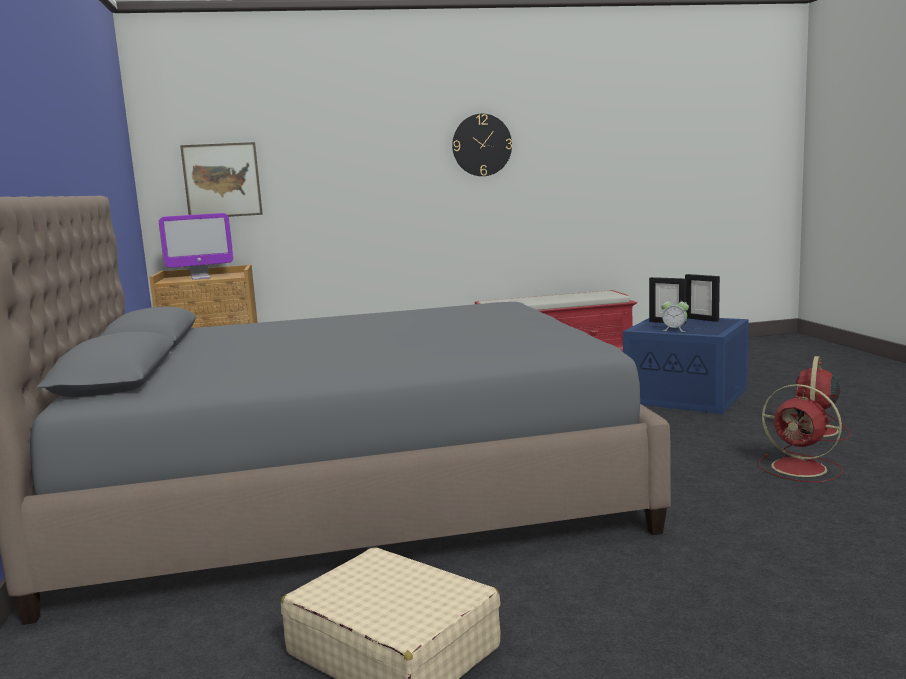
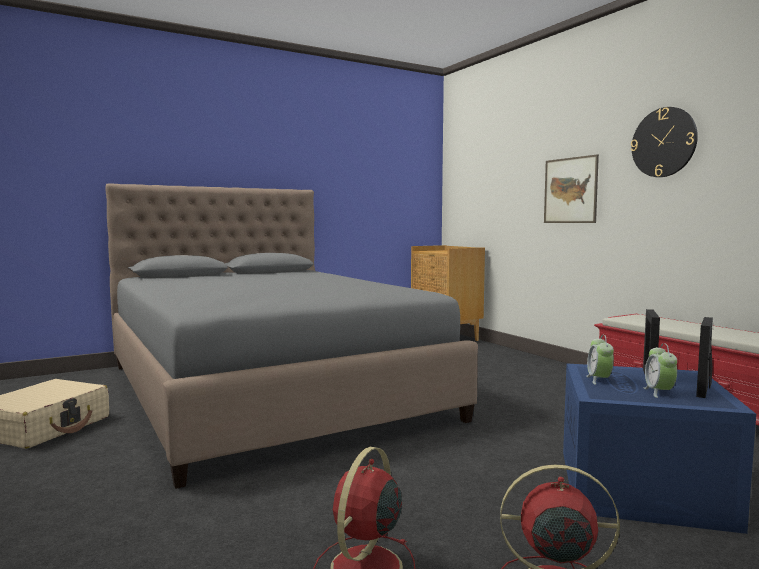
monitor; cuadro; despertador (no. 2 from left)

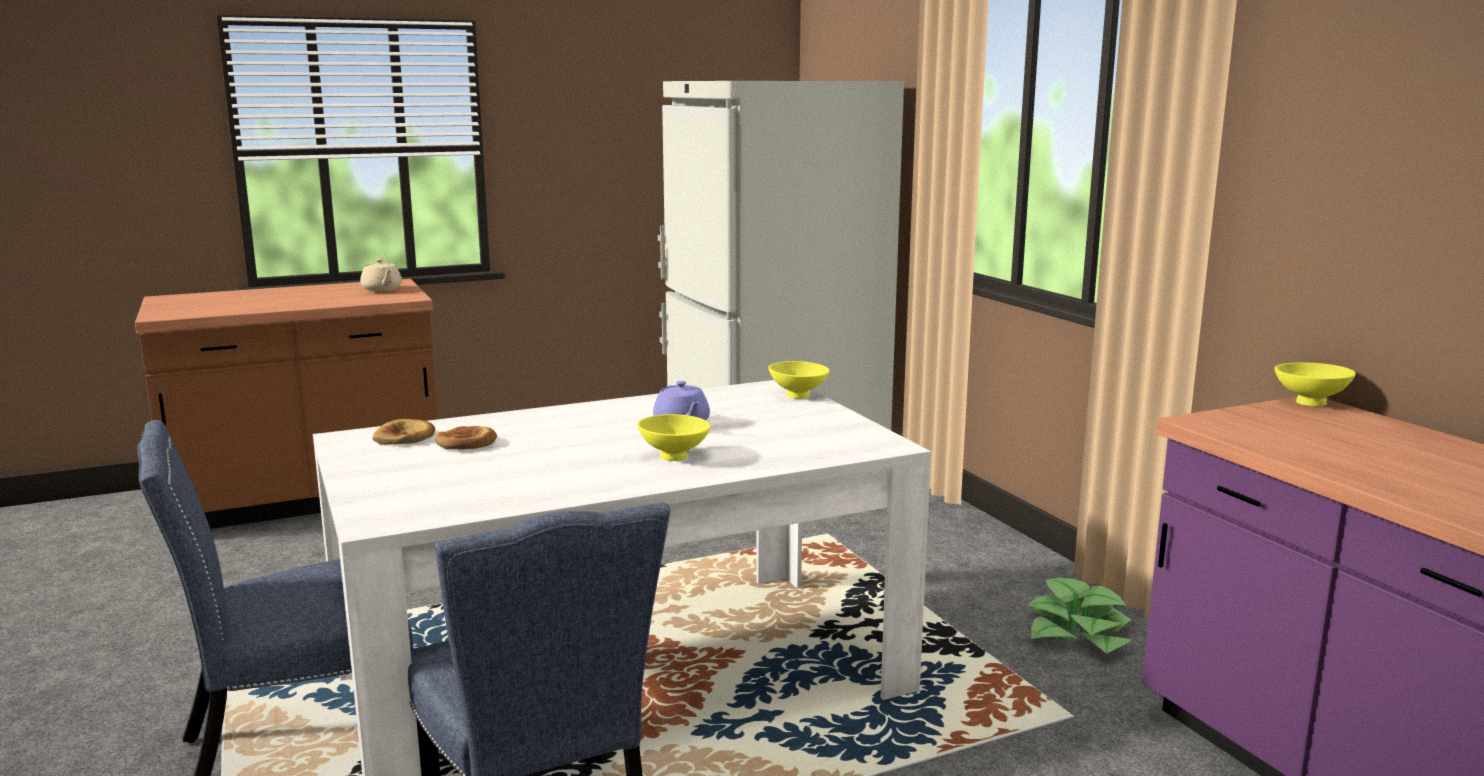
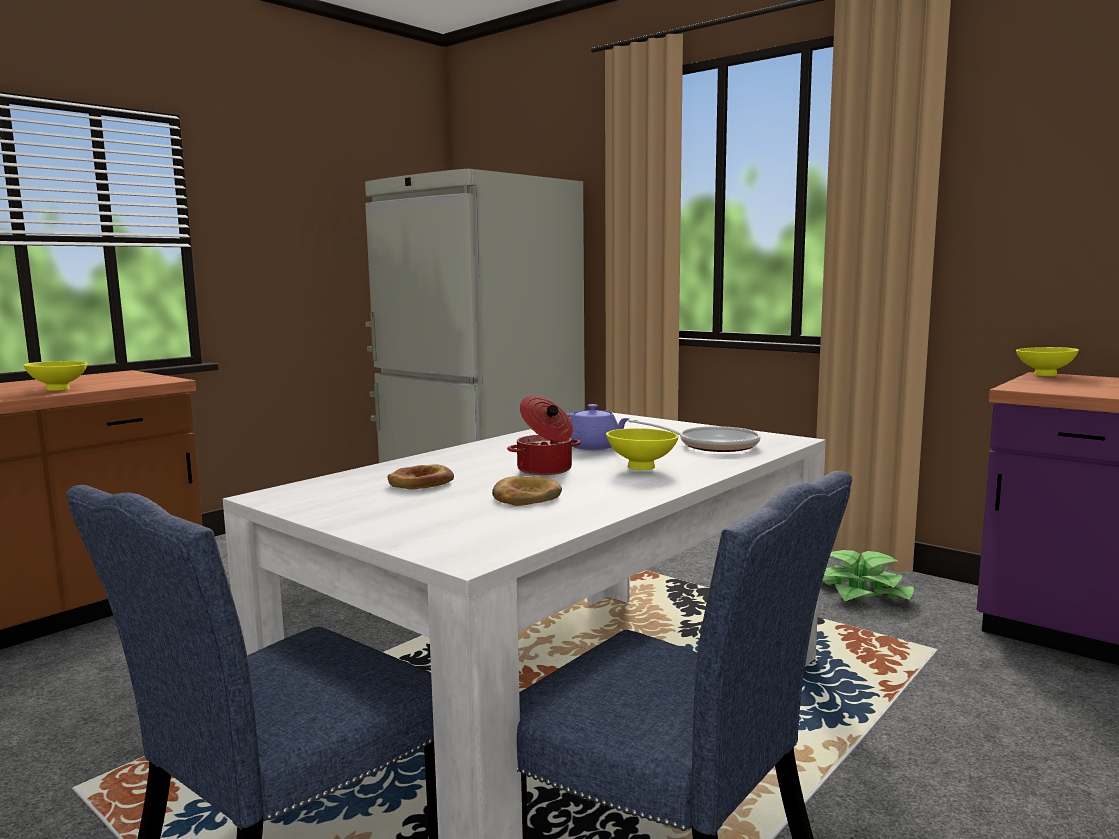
tetera (beis); pan (no. 2 from left); cuenco (amarillo) (no. 1 from left); olla; sartén

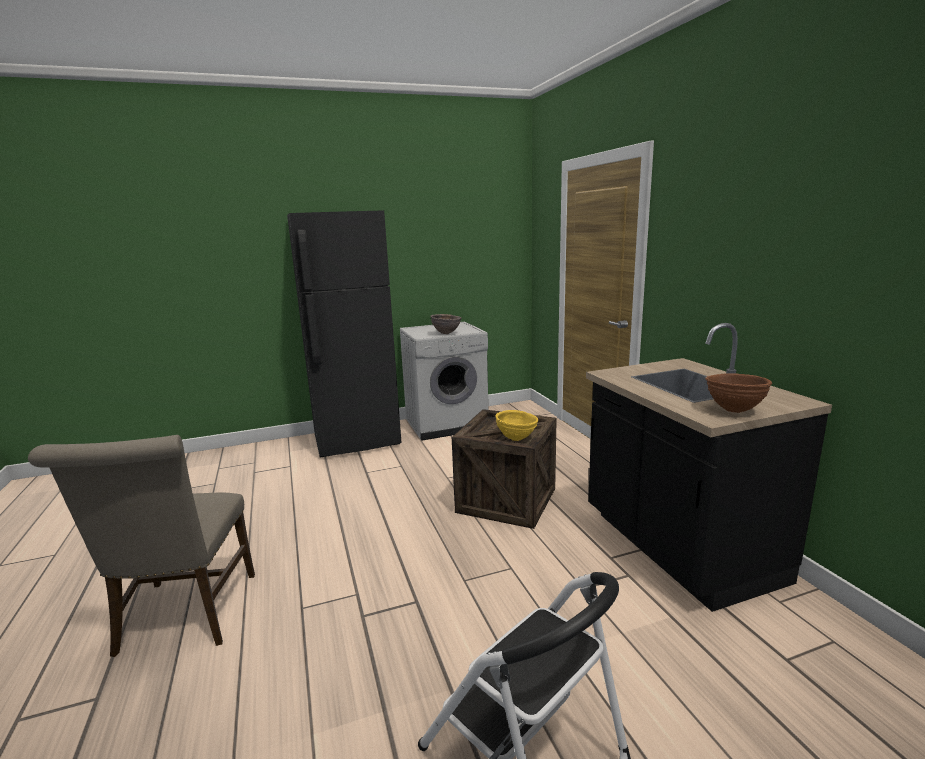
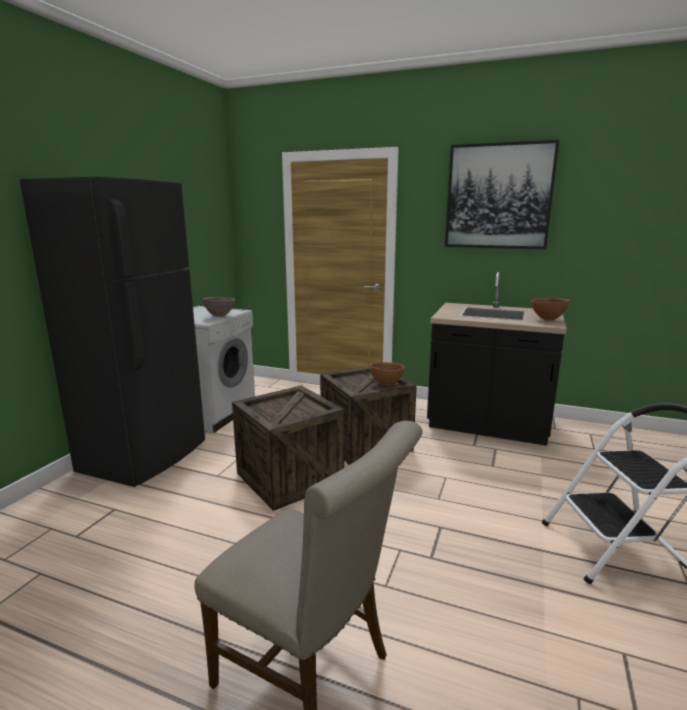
cuenco (marrón) (no. 2 from left); caja de embalaje (no. 1 from left); cuadro

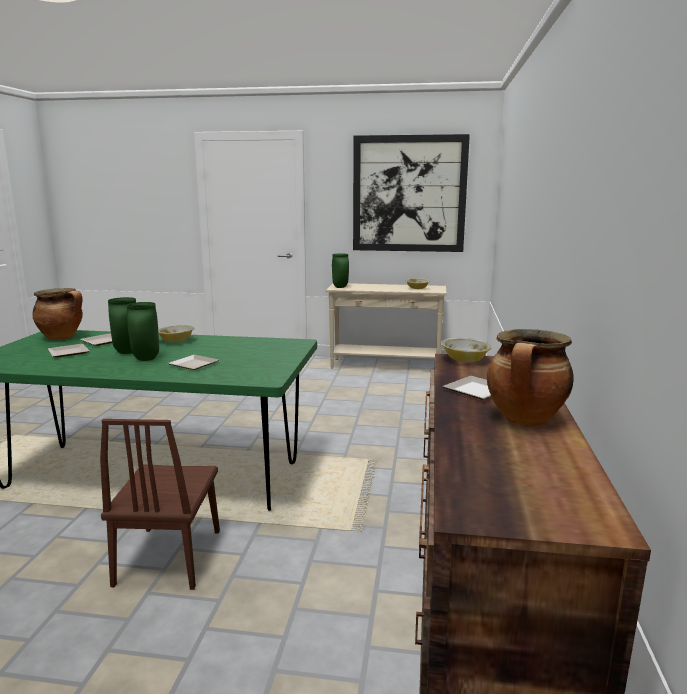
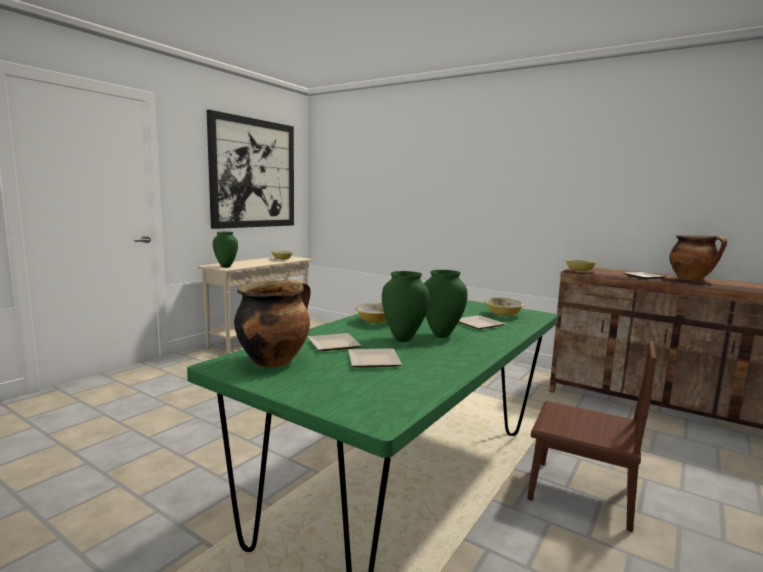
cuenco (no. 3 from left)

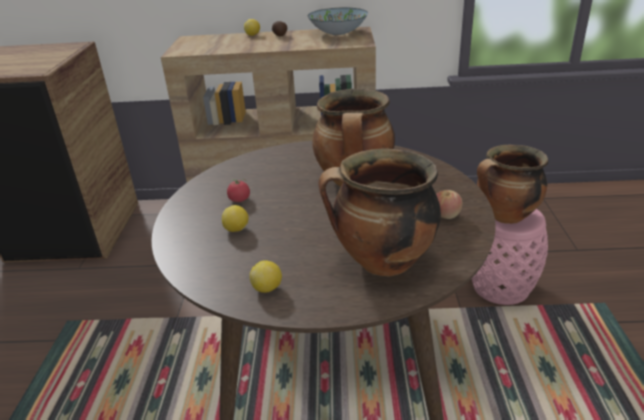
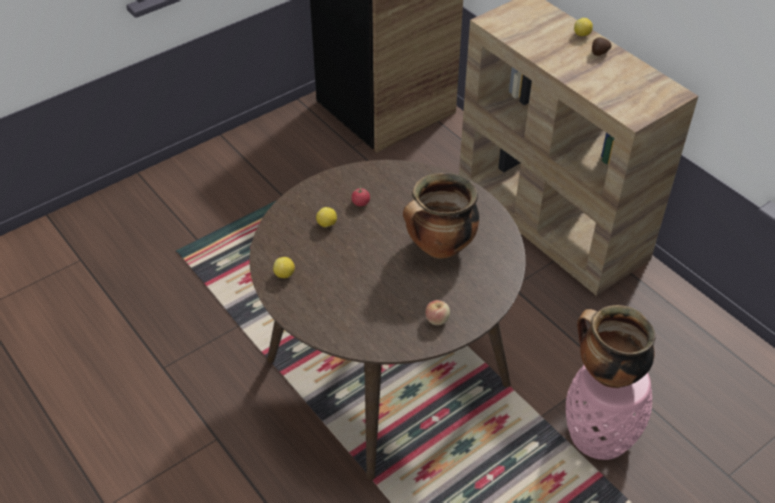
cuenco; olla (no. 2 from left in the first image)

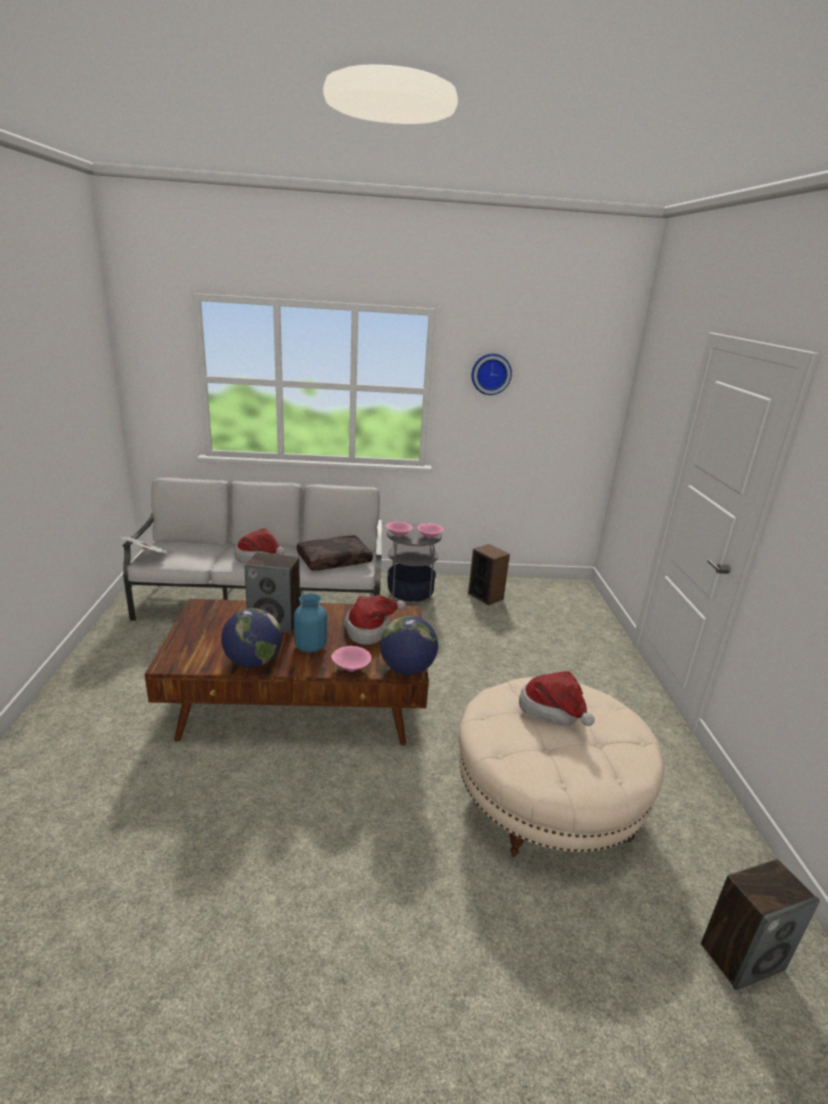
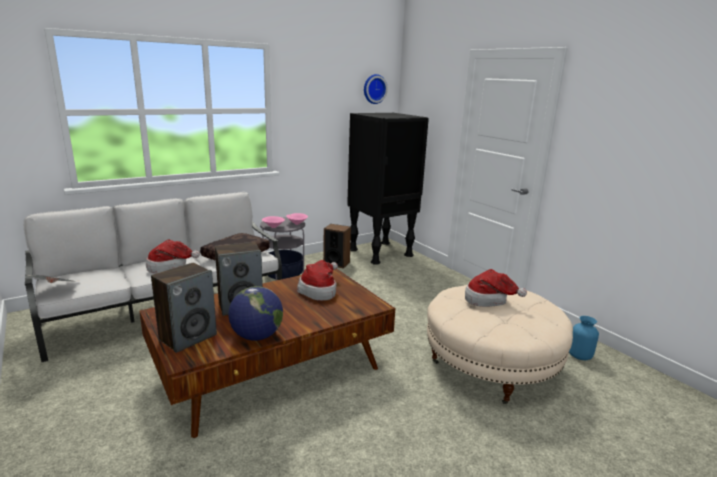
florero (azul); cuenco (rosa) (no. 1 from left in the first image); globo terráqueo (no. 2 from left in the first image); reloj de pared; altavoz (no. 1 from left); armario (negro)

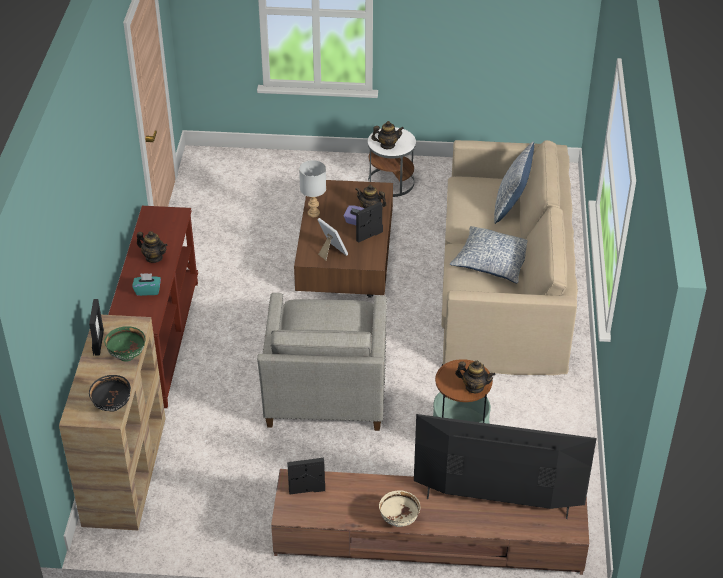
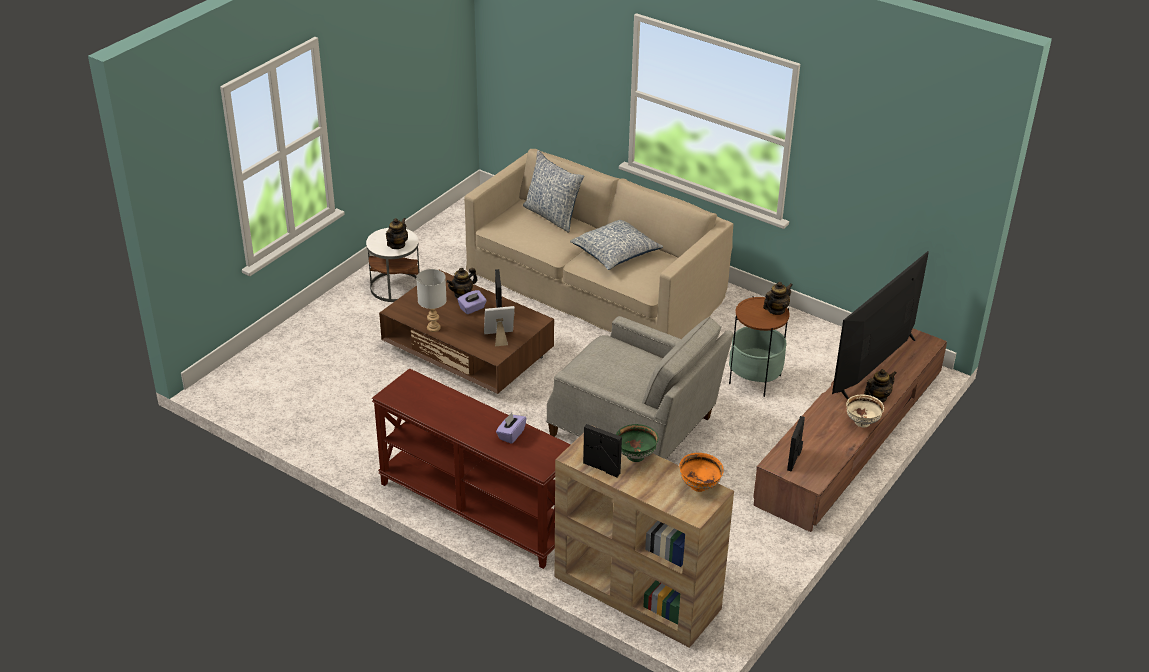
cuenco (naranja); caja de pañuelos (morado) (no. 2 from left); tetera (no. 4 from left)

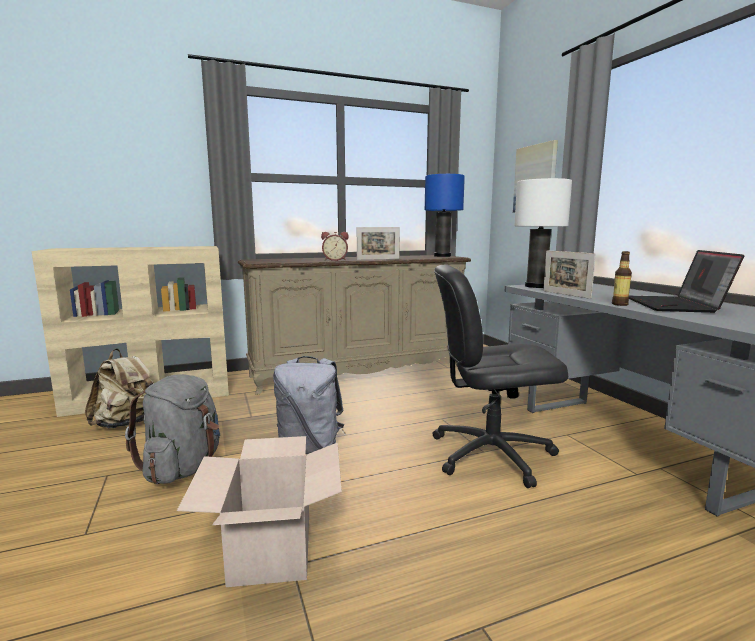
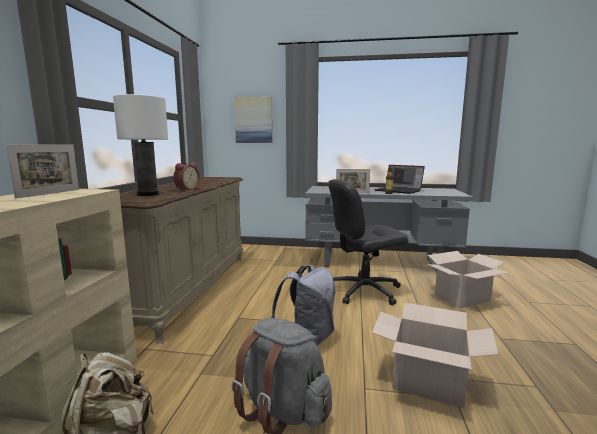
portarretratos (no. 1 from left); lámpara de mesa (azul); silla de oficina (negro); lámpara de mesa (blanco); caja de cartón (no. 2 from left)

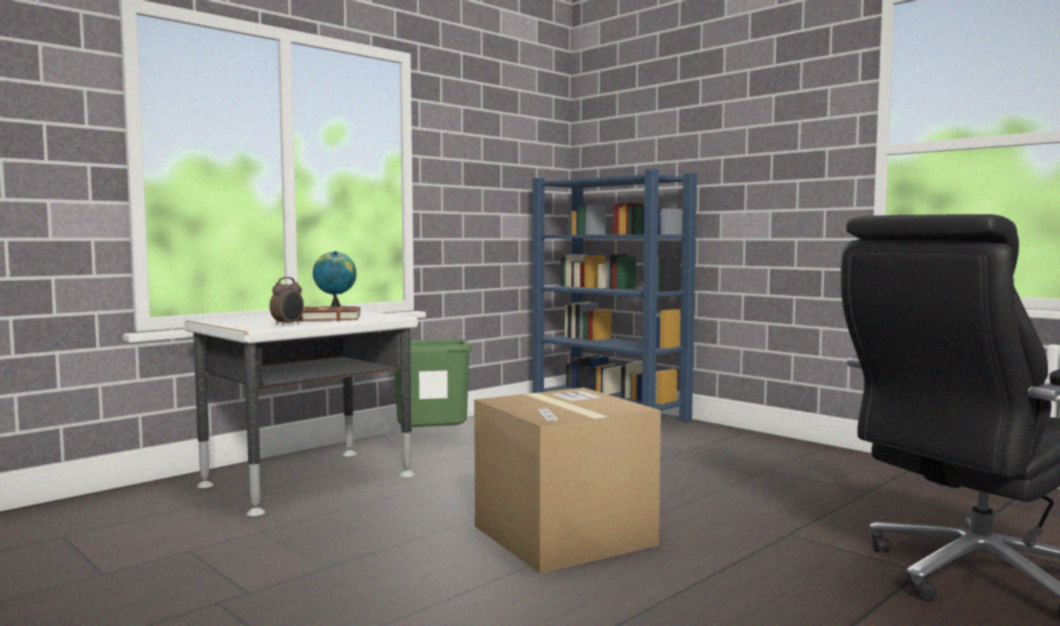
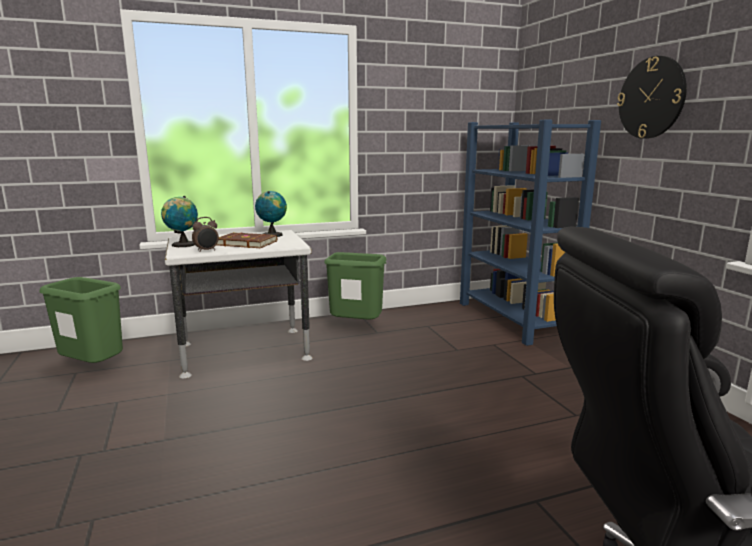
caja de cartón; papelera (verde) (no. 1 from left); globo terráqueo (no. 1 from left); reloj de pared

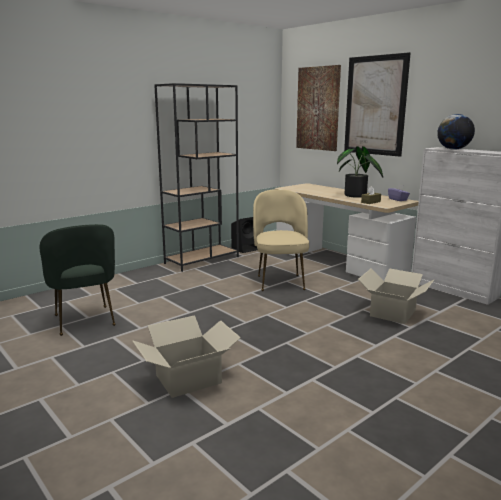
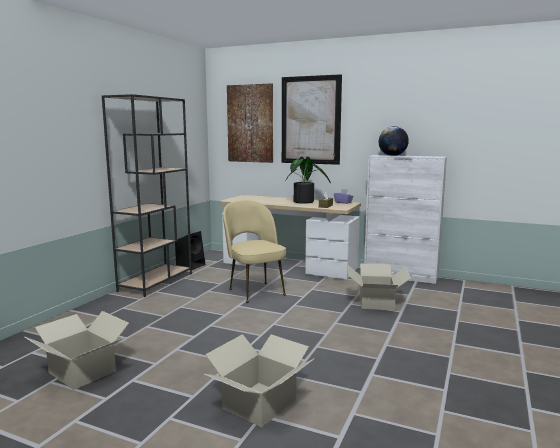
caja de cartón (no. 1 from left)

